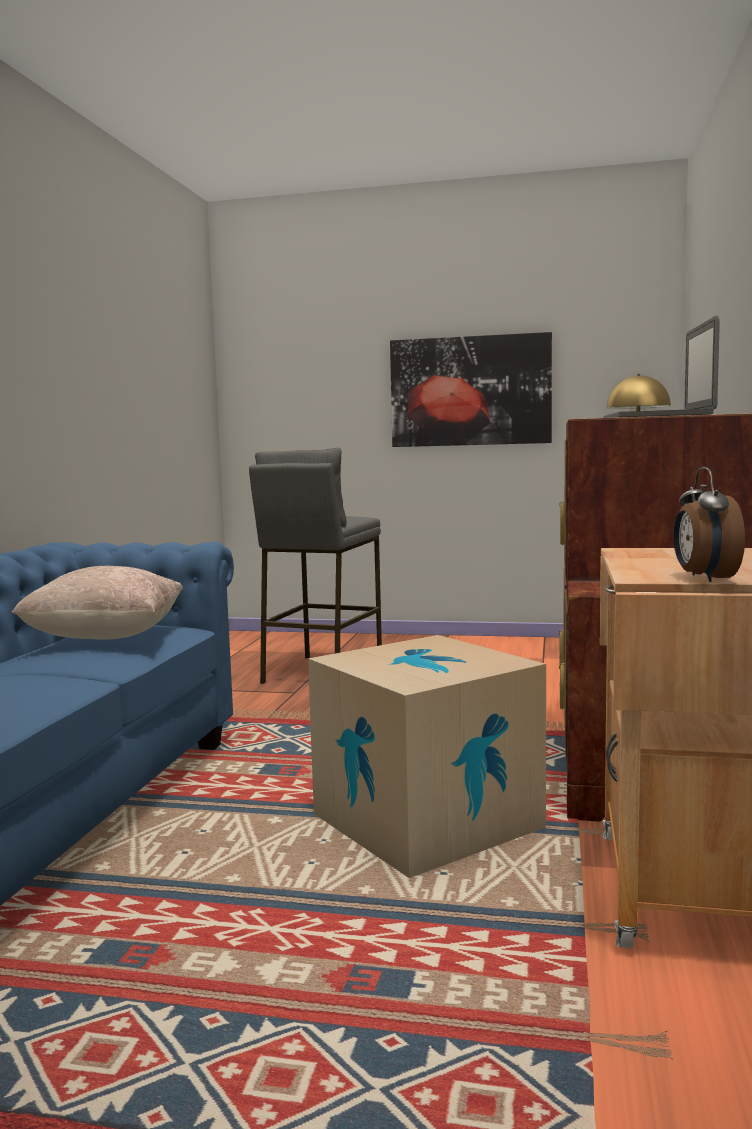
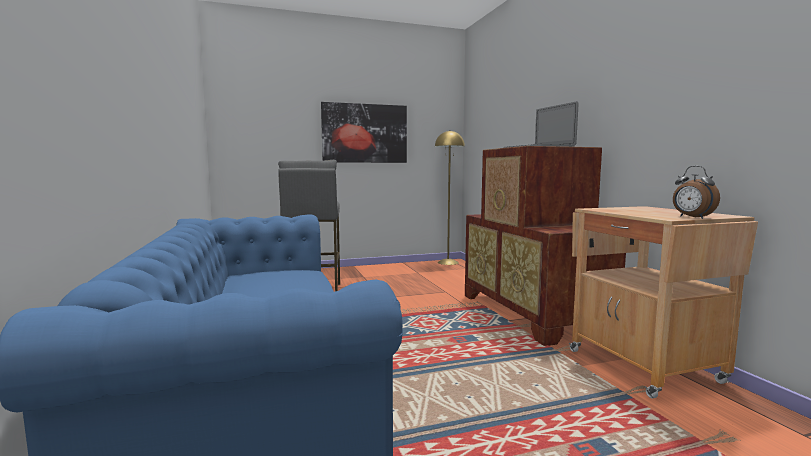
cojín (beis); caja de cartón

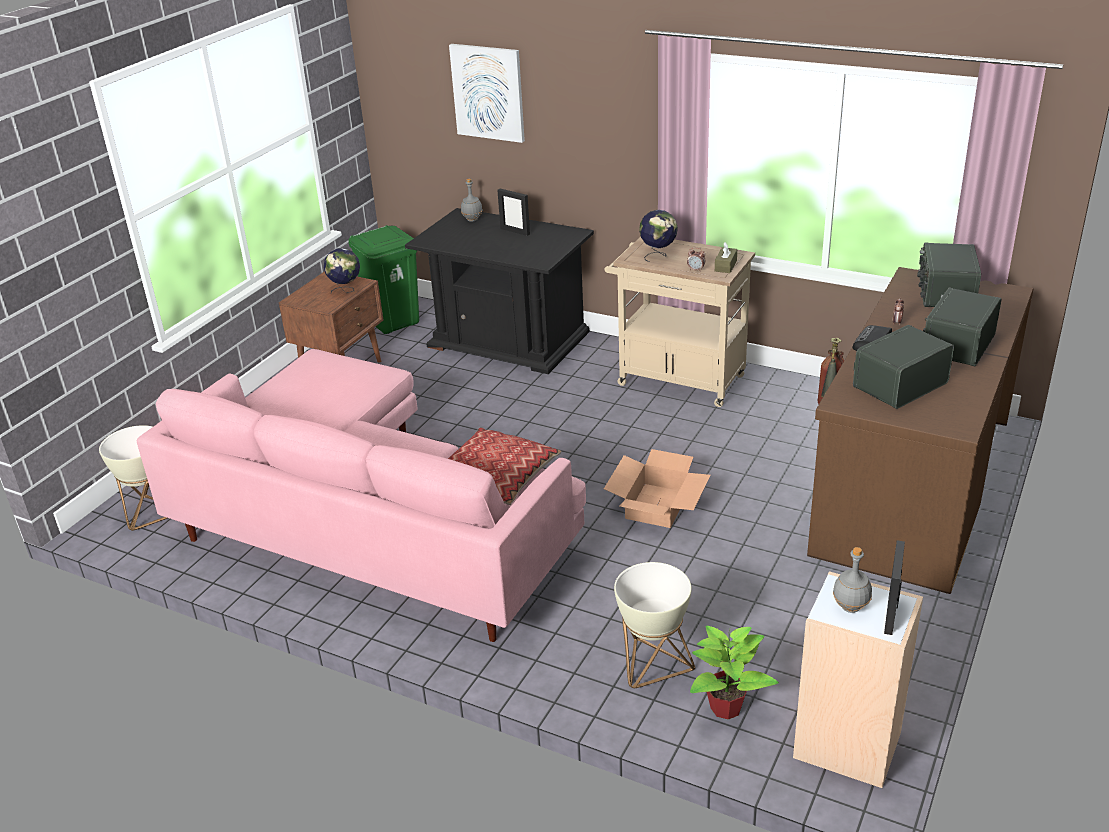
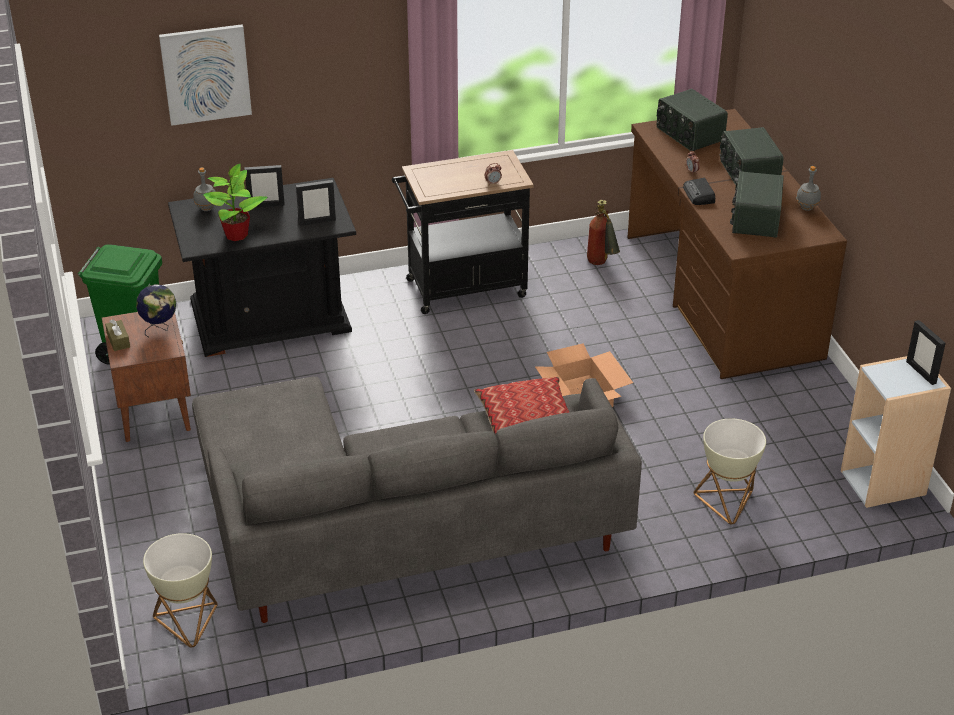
sofá (gris); carrito (negro); globo terráqueo (no. 2 from left in the first image); planta en maceta; caja de pañuelos (marrón); botella (gris) (no. 2 from left); portarretratos (no. 2 from left)

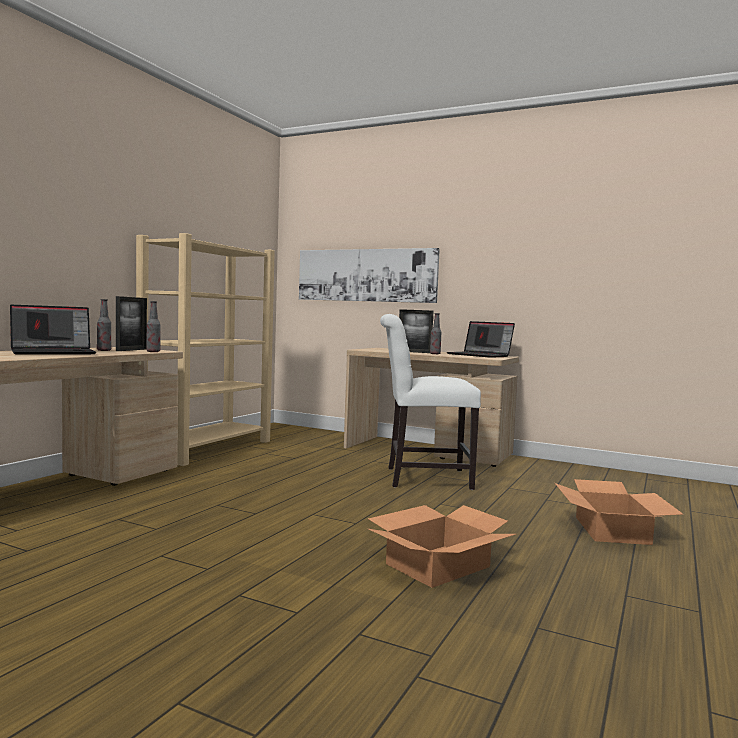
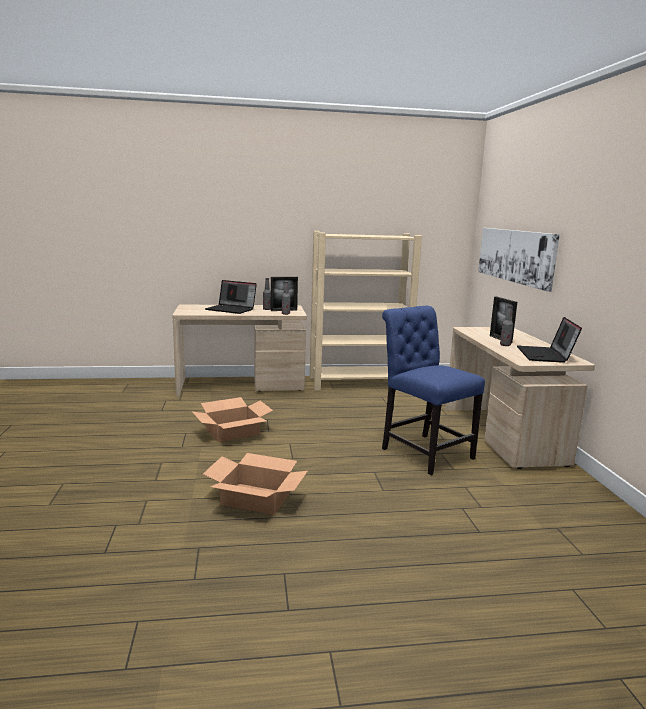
silla (azul); caja de cartón (no. 1 from left)

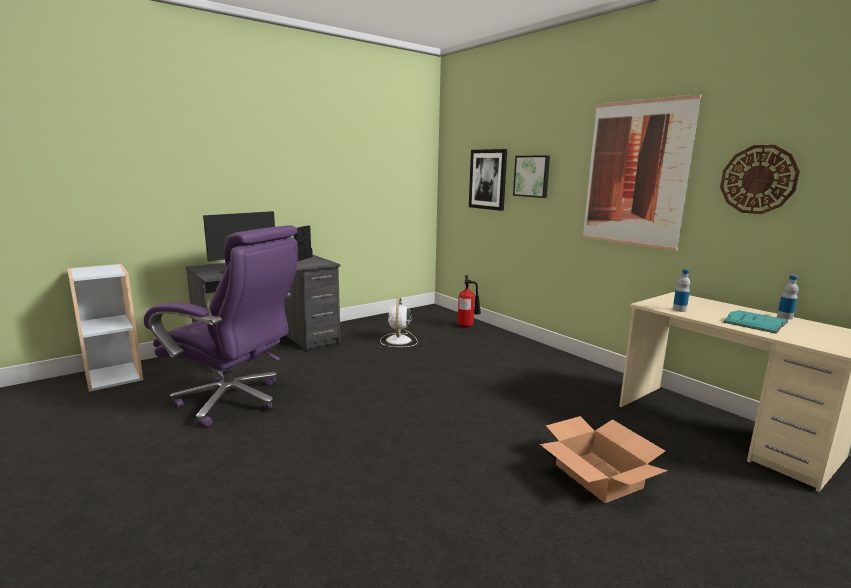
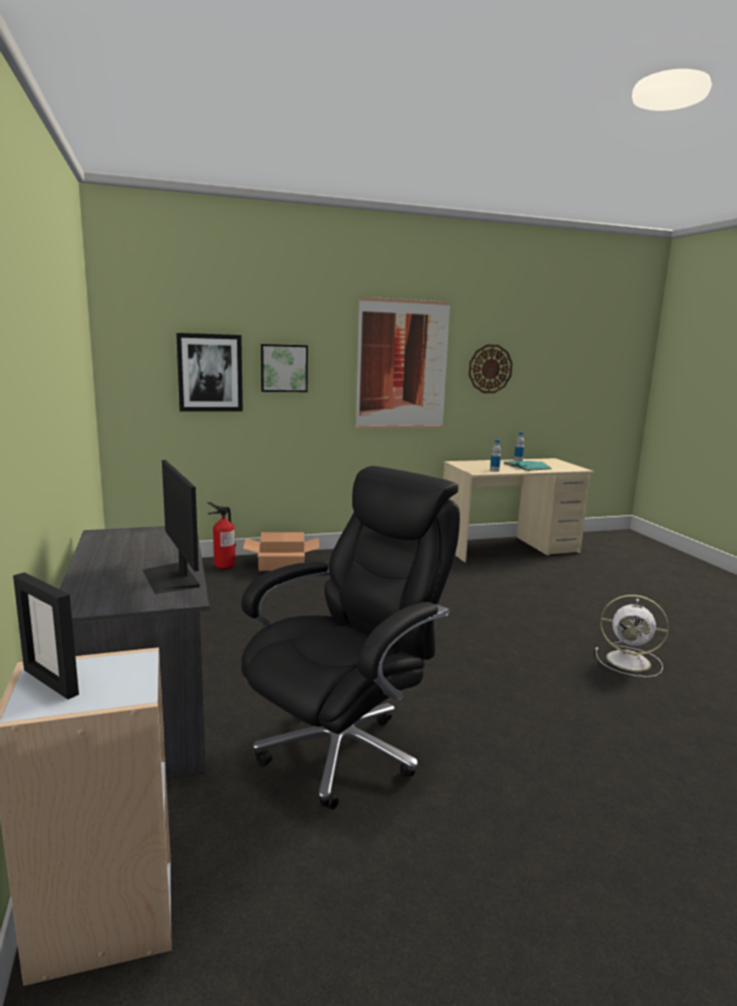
silla de oficina (negro); portarretratos; ventilador (blanco); caja de cartón

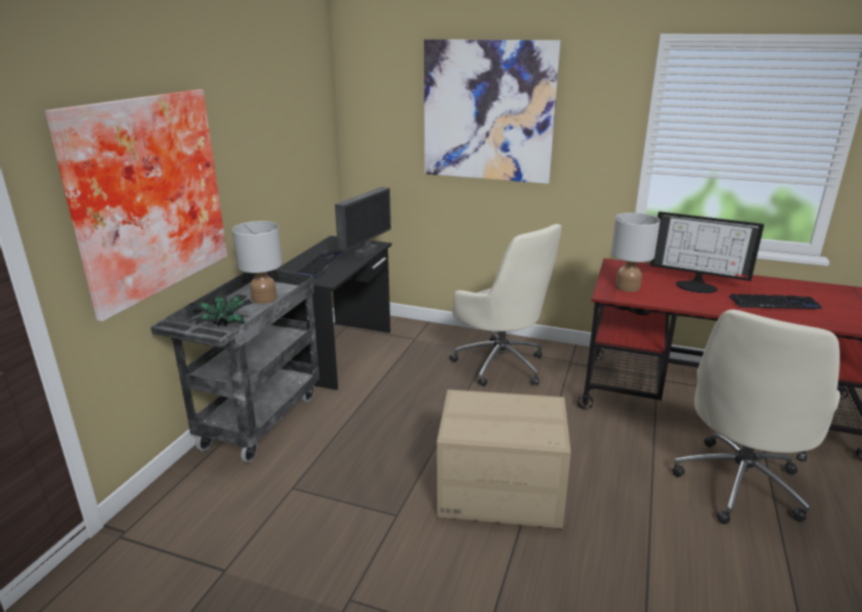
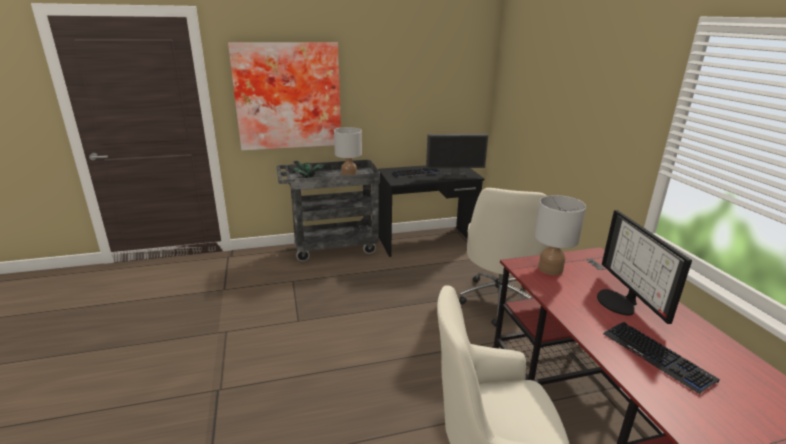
cuadro (no. 2 from left in the first image); caja de cartón

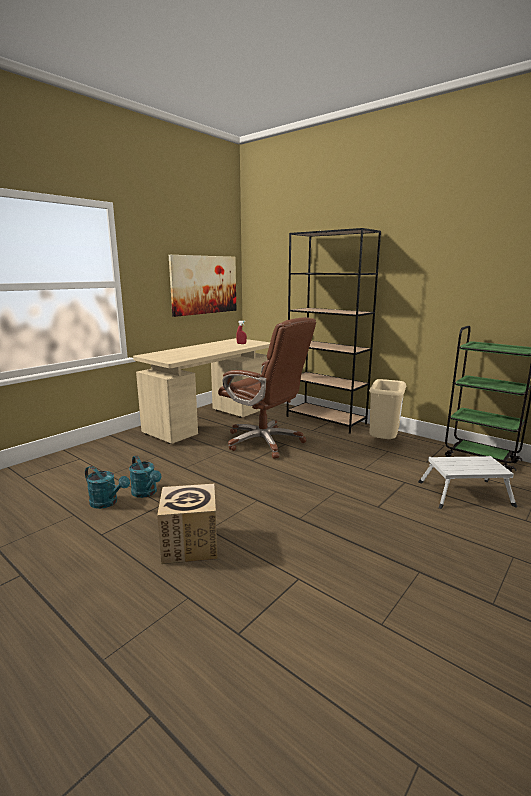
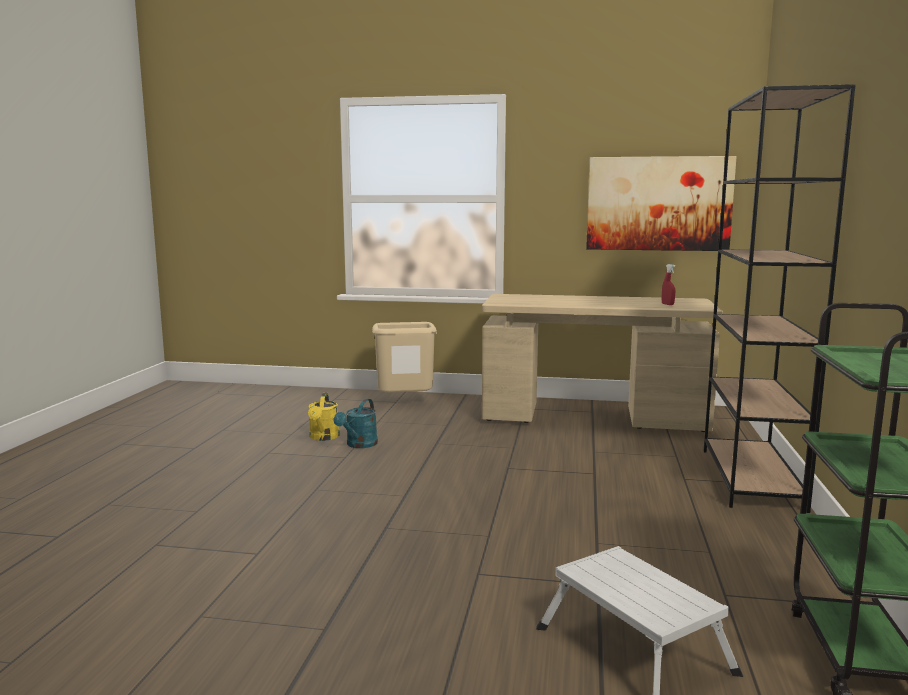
regadera (amarillo); caja de cartón; silla de oficina (marrón); papelera (beis)

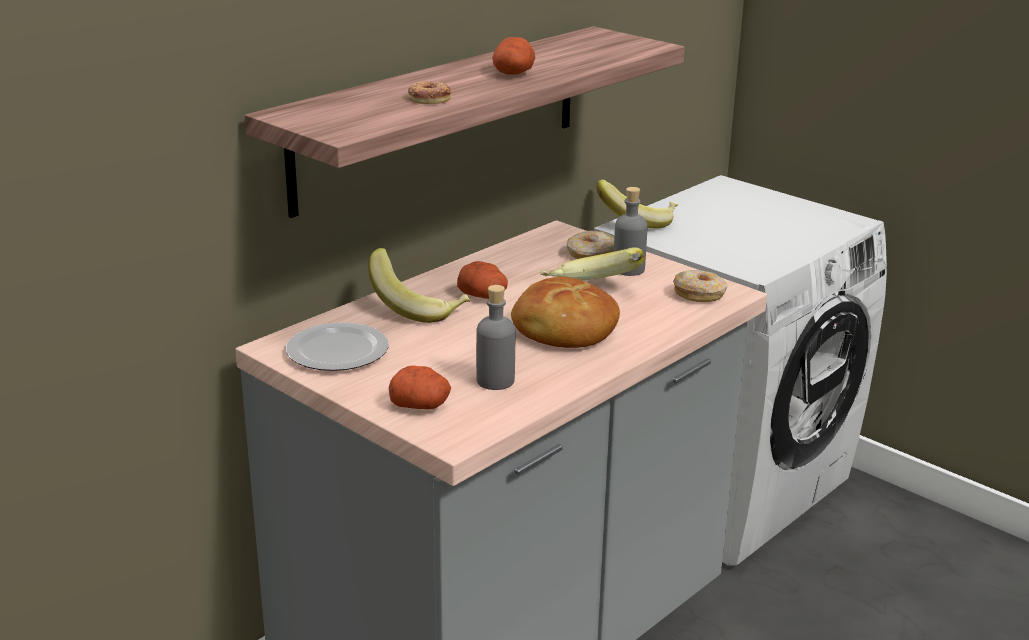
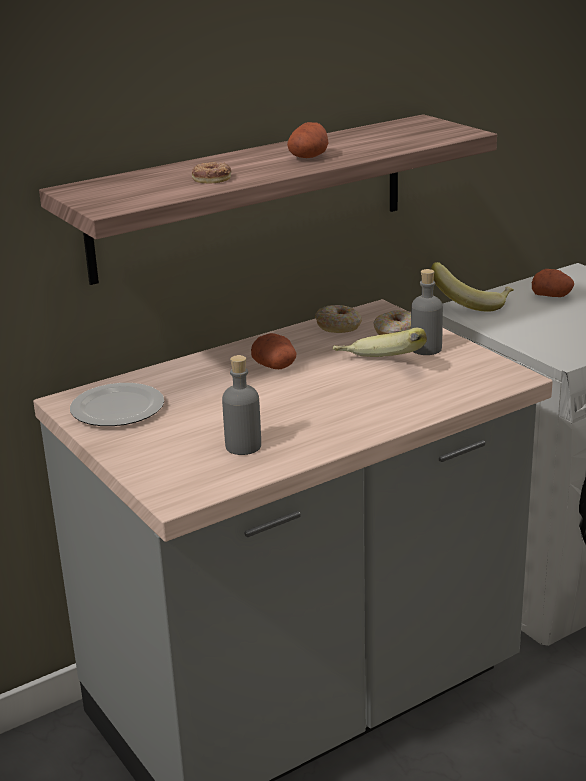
plátano (no. 1 from left in the first image); patata (no. 3 from left); pan; rosquilla (no. 2 from left)

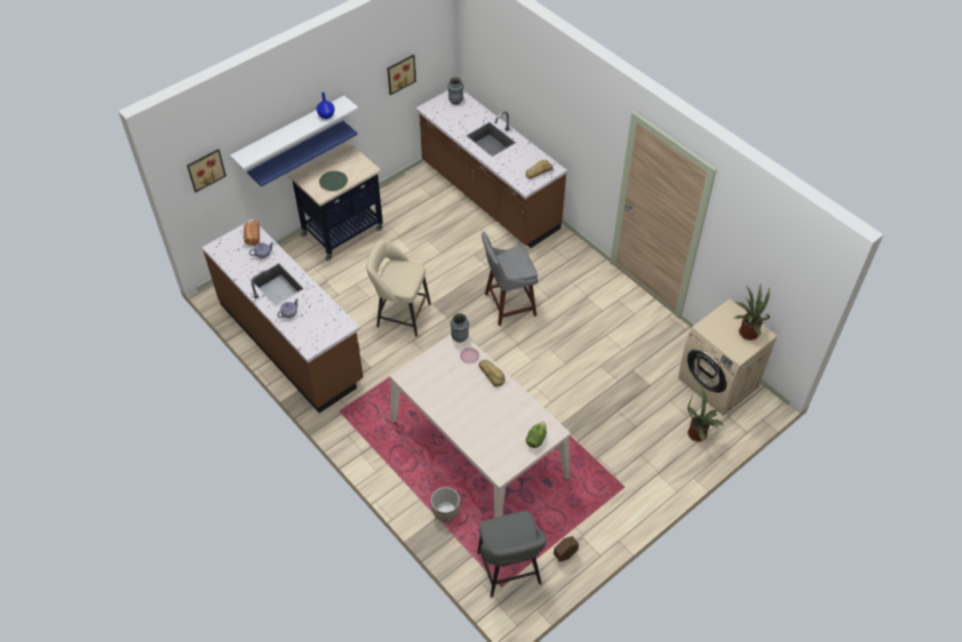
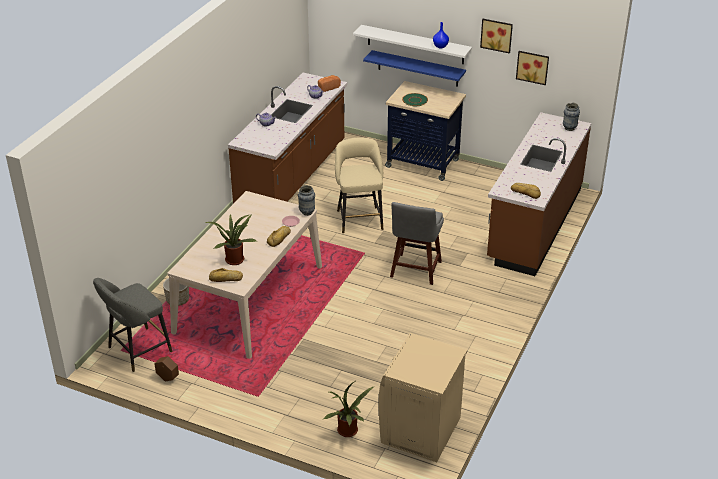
cuadro (no. 1 from left); silla (gris); pan (no. 1 from left); planta en maceta (no. 1 from left)

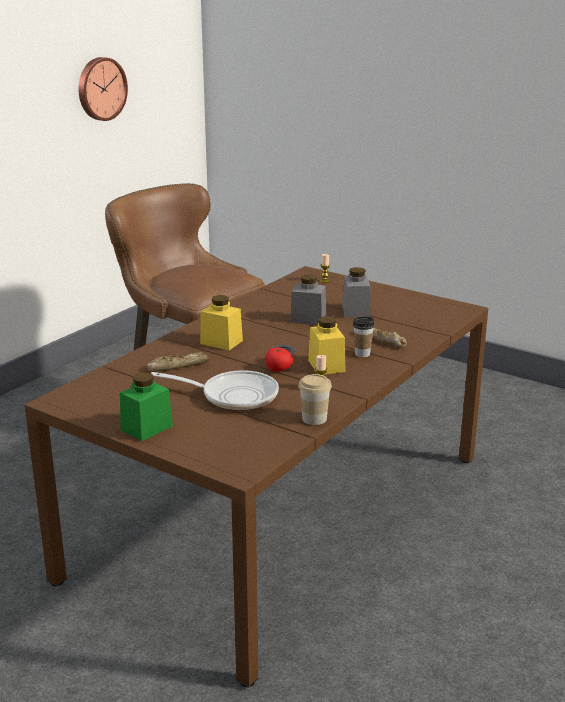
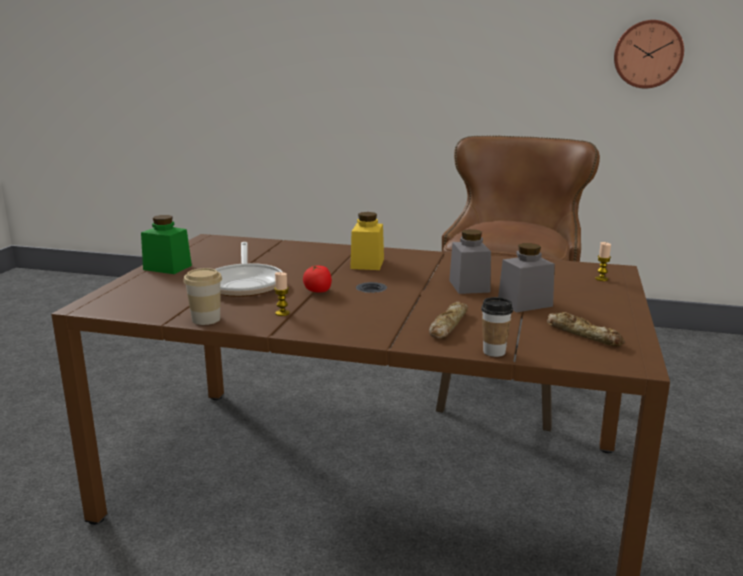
pan (no. 2 from left); tarro (amarillo) (no. 2 from left in the first image); taza (no. 2 from left)

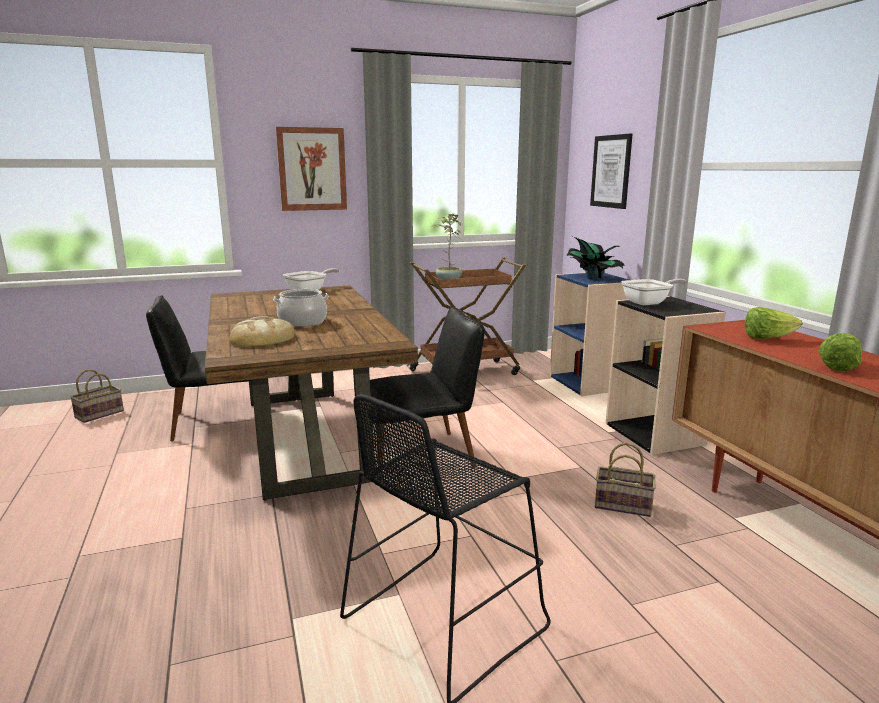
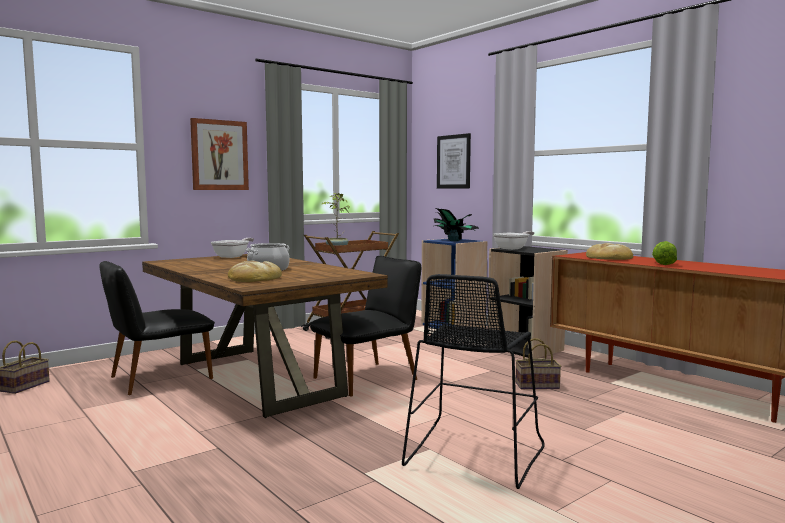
pan (no. 2 from left)

